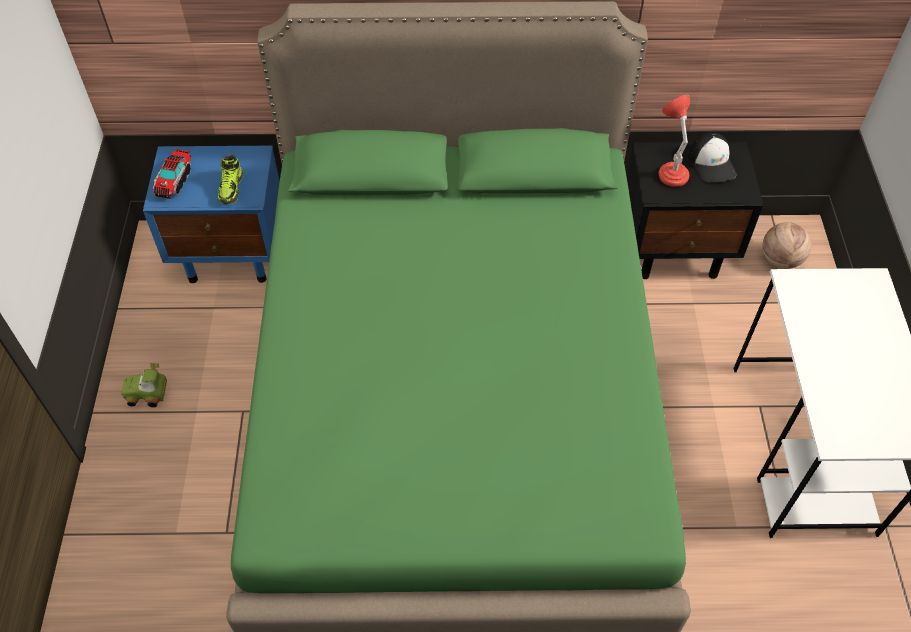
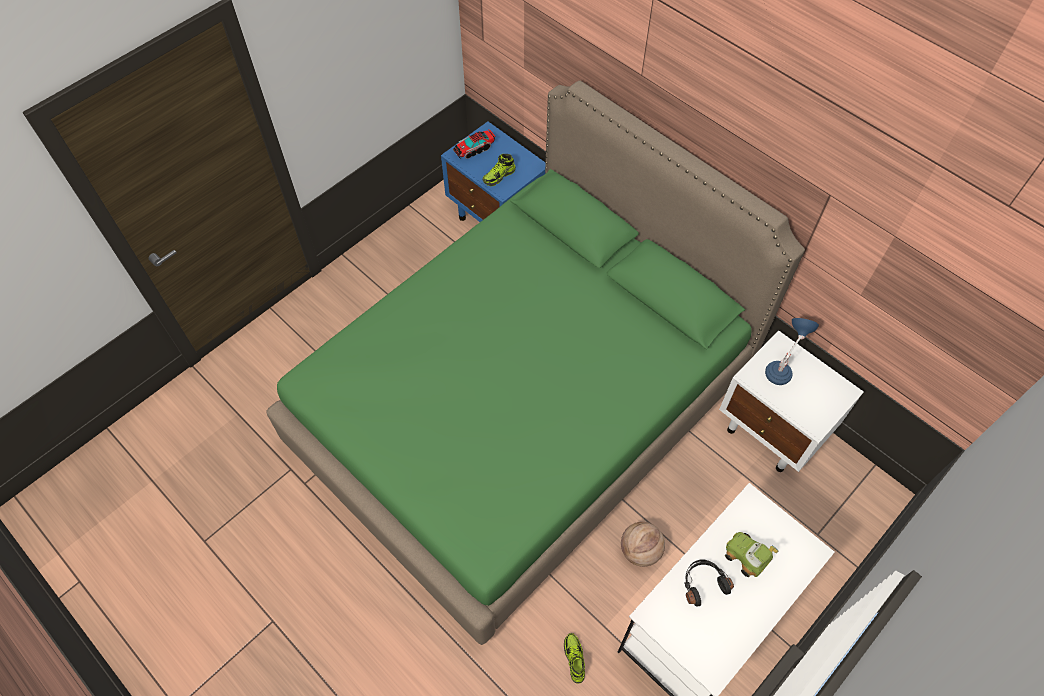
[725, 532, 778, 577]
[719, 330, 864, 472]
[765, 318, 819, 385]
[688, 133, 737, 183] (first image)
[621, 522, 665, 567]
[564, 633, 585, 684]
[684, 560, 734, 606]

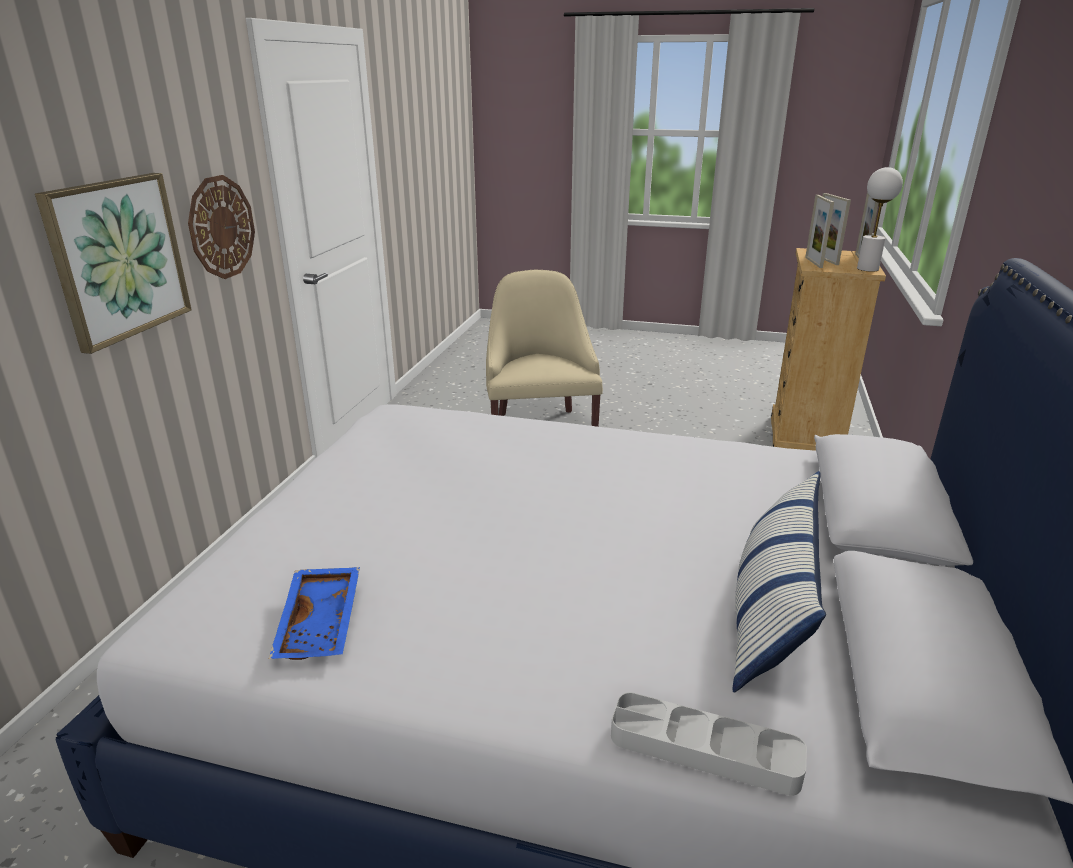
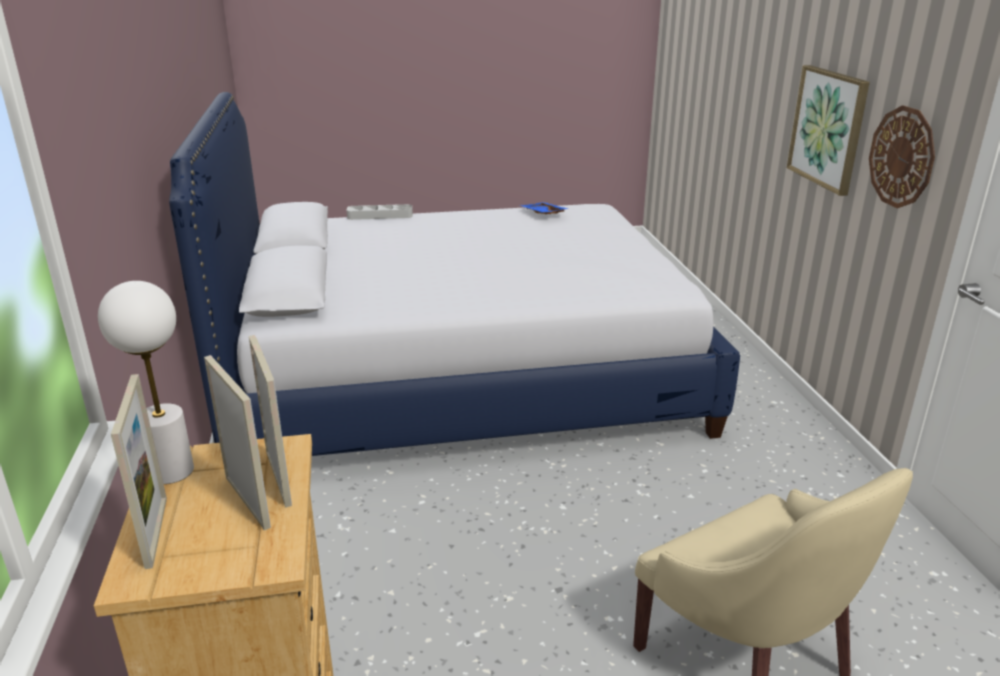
[733, 471, 826, 693] (first image)

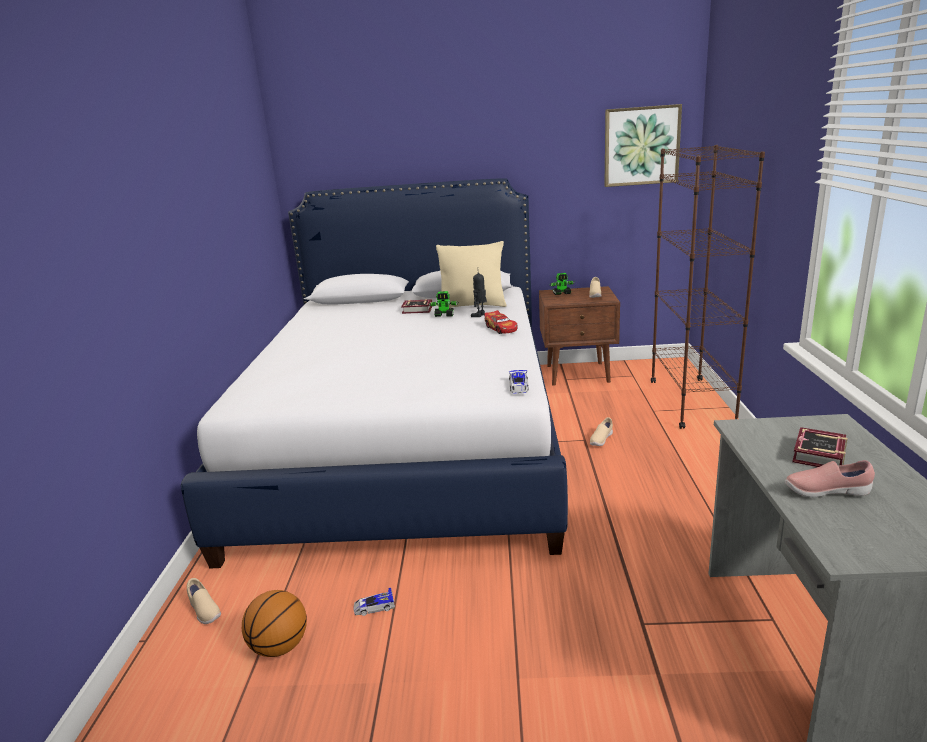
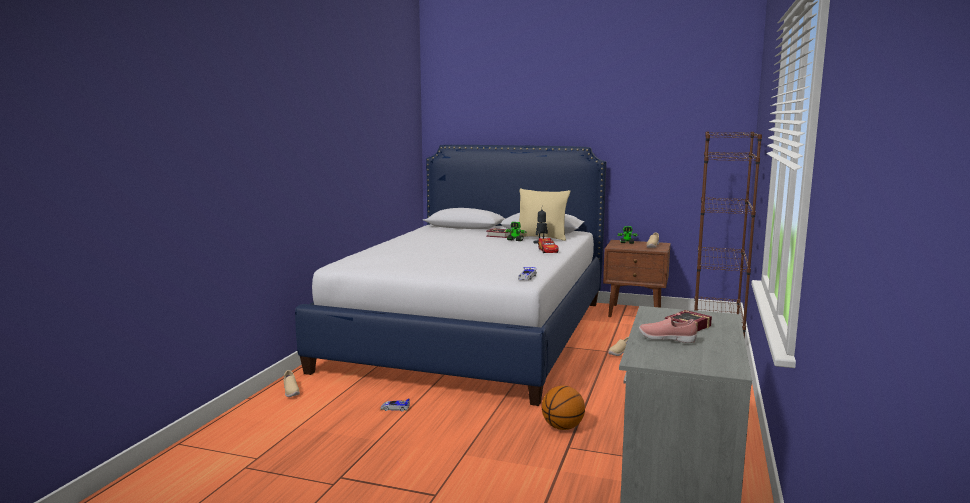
[542, 386, 585, 430]
[604, 104, 682, 187] (first image)

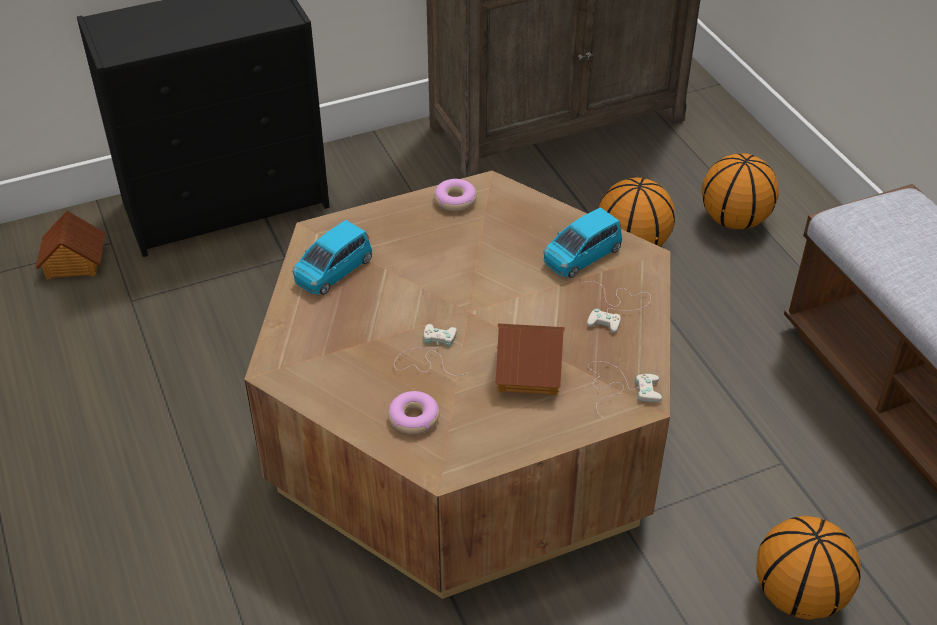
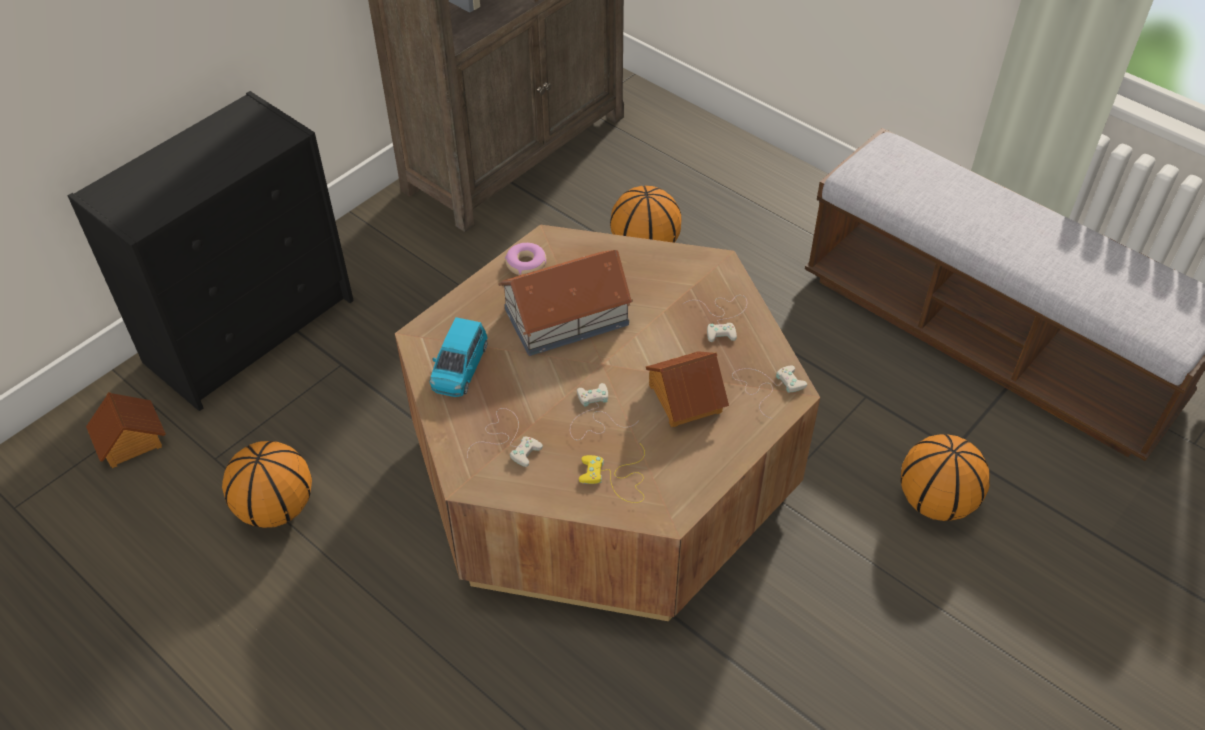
[579, 445, 645, 503]
[543, 207, 622, 278] (first image)
[222, 441, 312, 528]
[467, 408, 543, 467]
[498, 250, 633, 356]

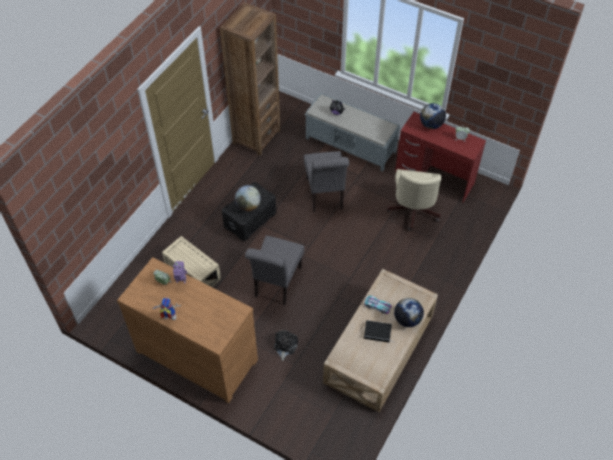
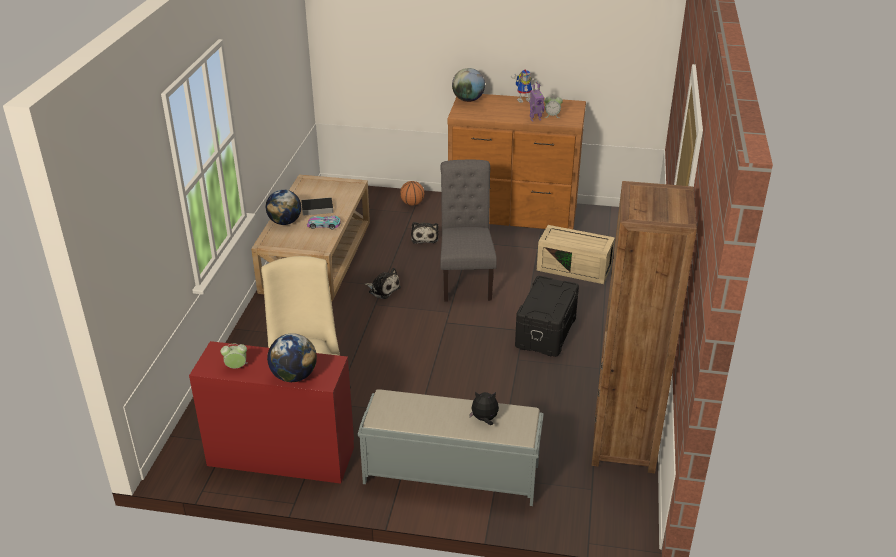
[452, 68, 485, 102]
[304, 151, 349, 212] (first image)
[365, 268, 401, 299]
[400, 181, 425, 206]

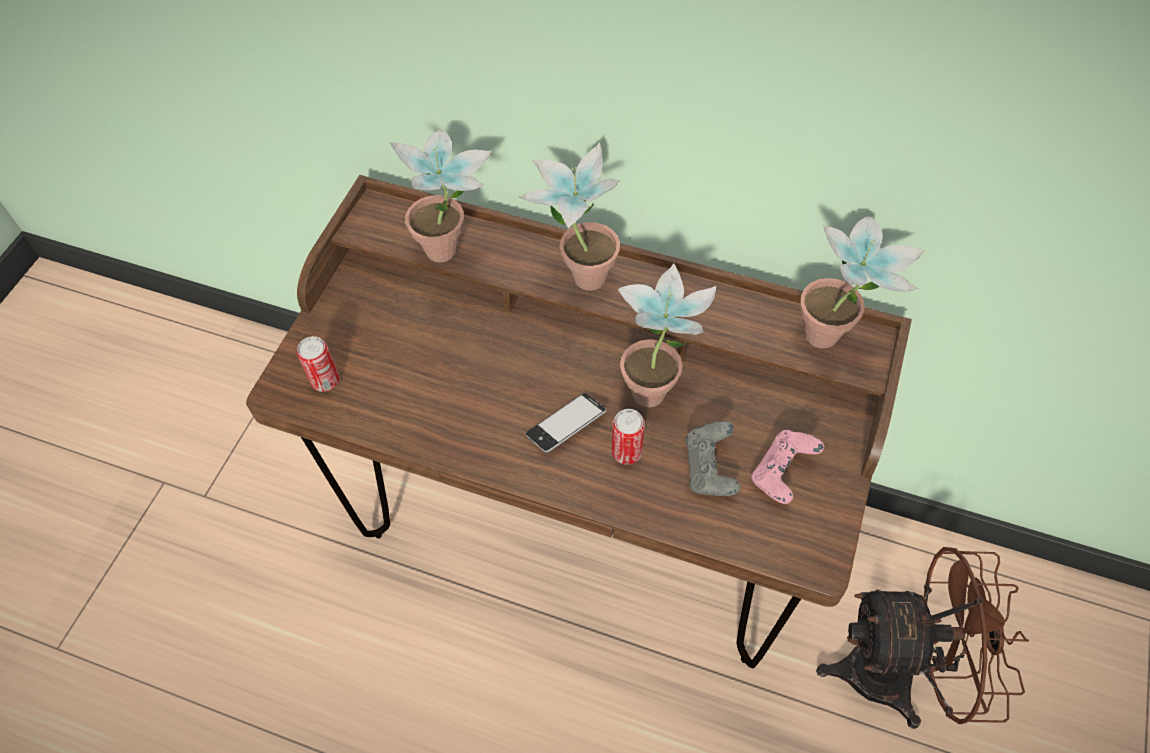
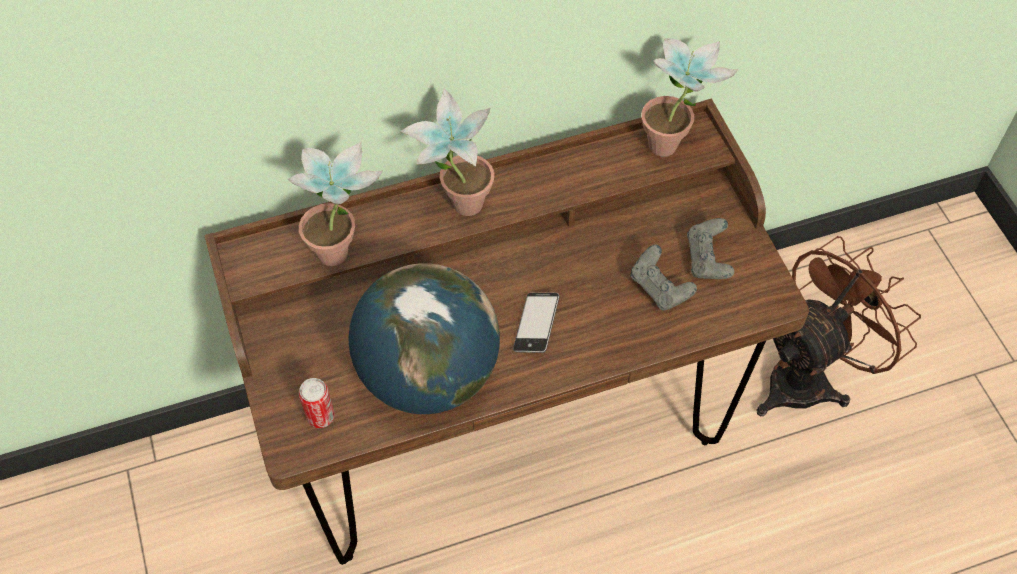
[612, 409, 645, 465] (first image)
[618, 264, 716, 407] (first image)
[687, 218, 734, 279]
[349, 263, 500, 414]

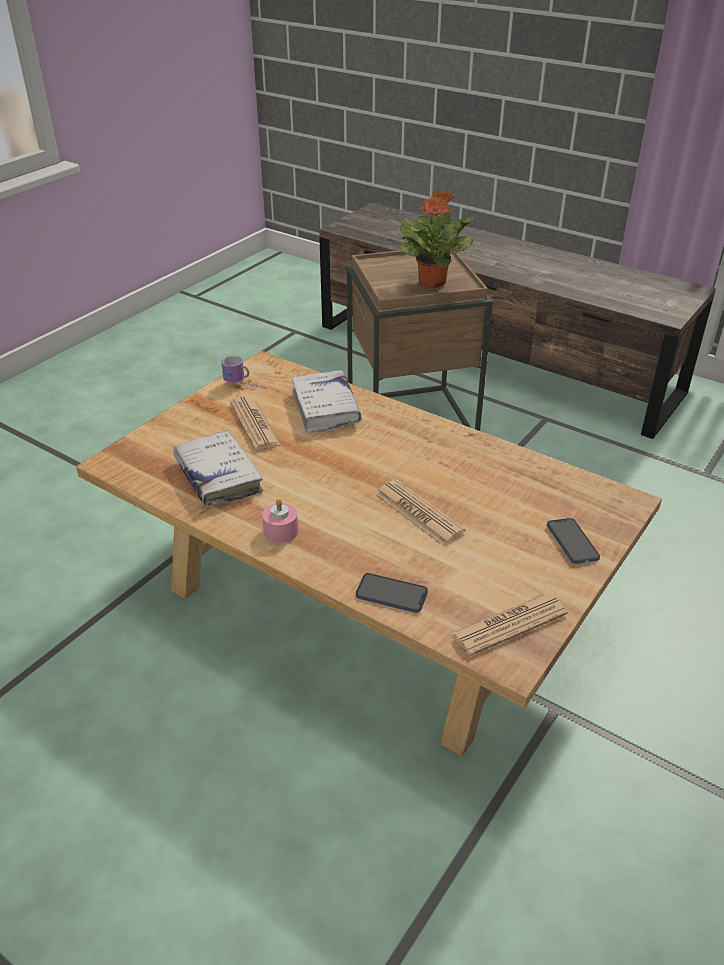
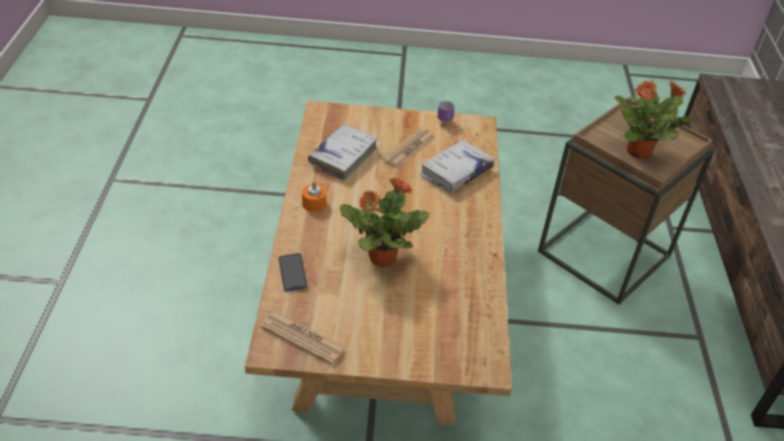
[302, 182, 326, 212]
[340, 178, 429, 267]
[547, 518, 600, 564] (first image)

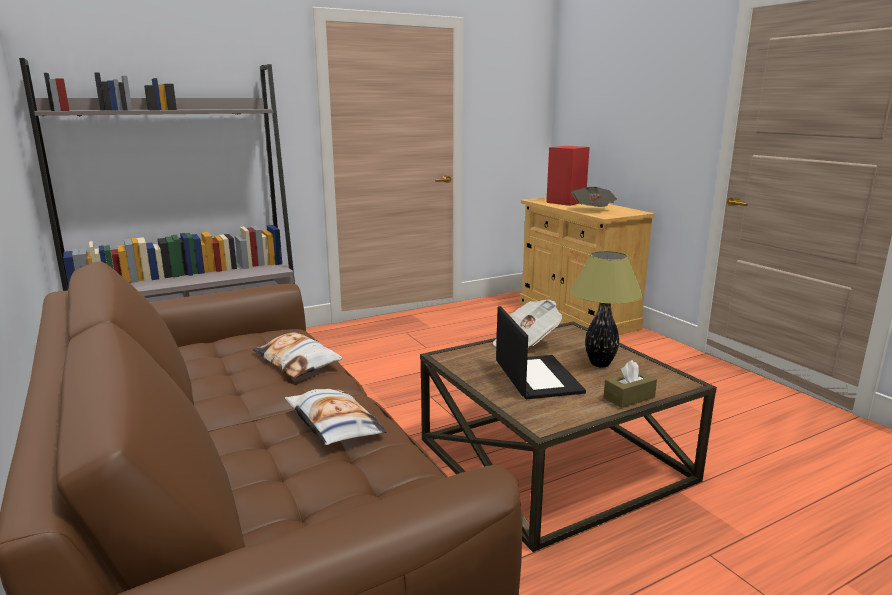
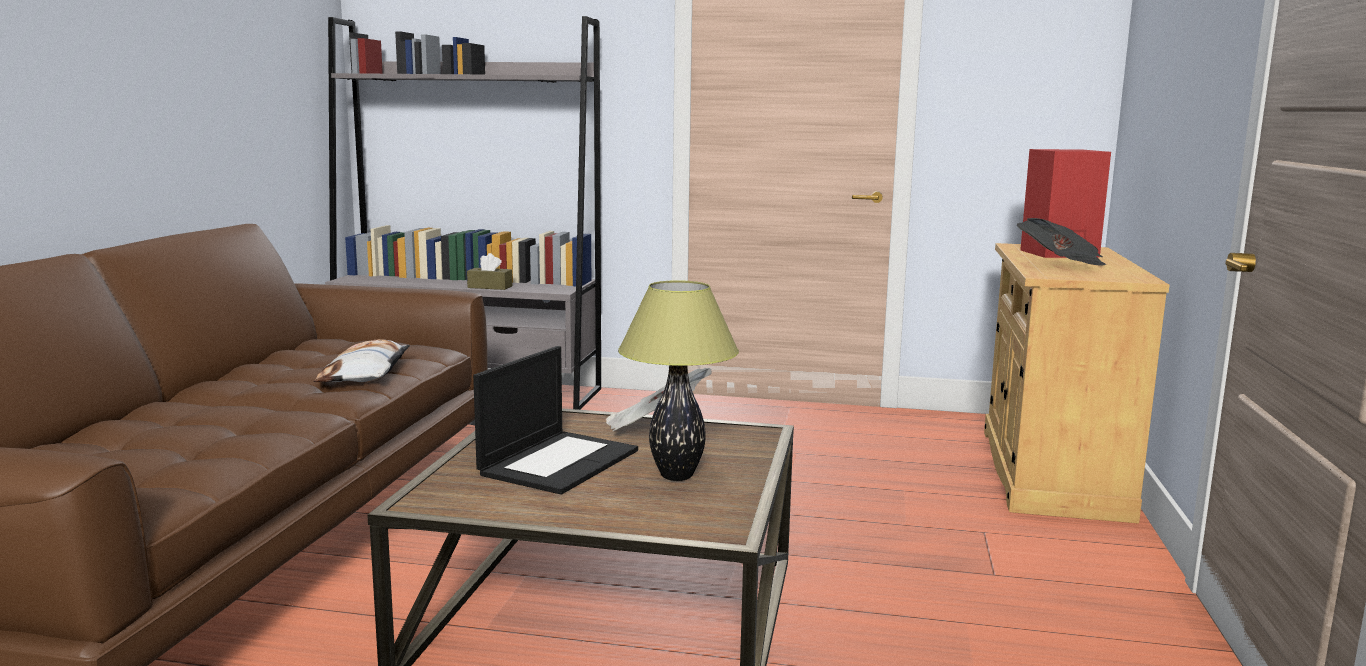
[285, 389, 387, 445] (first image)
[467, 253, 512, 290]

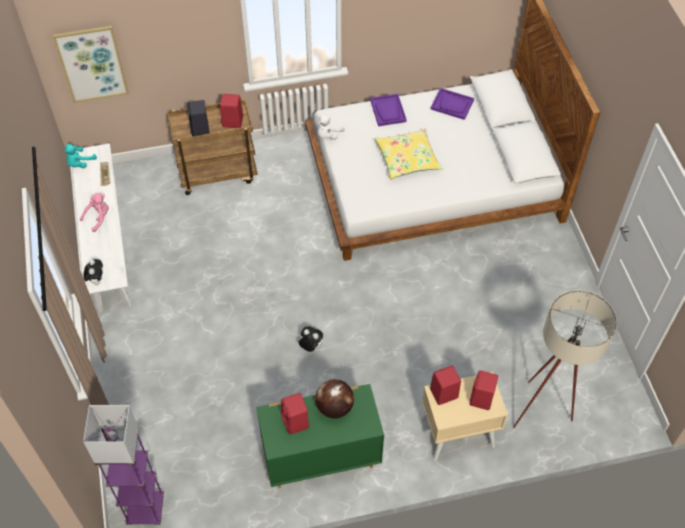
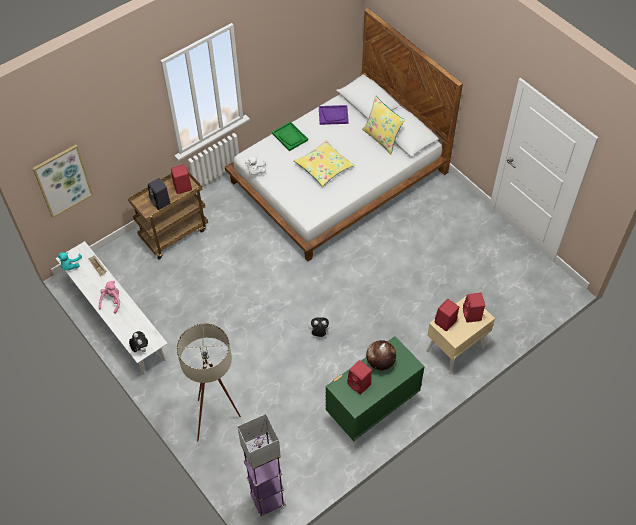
[272, 121, 308, 151]
[176, 323, 241, 442]
[362, 95, 405, 154]

